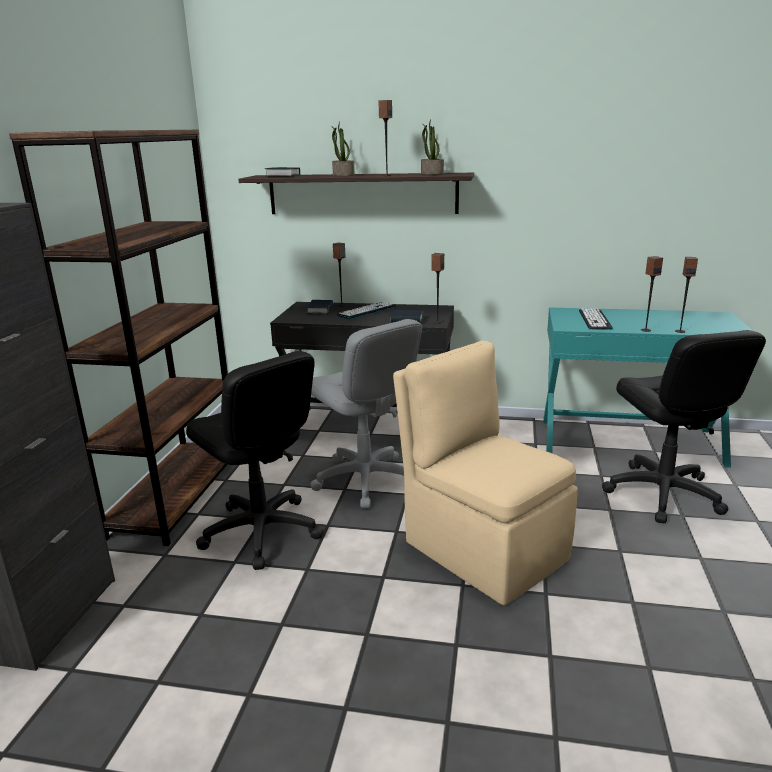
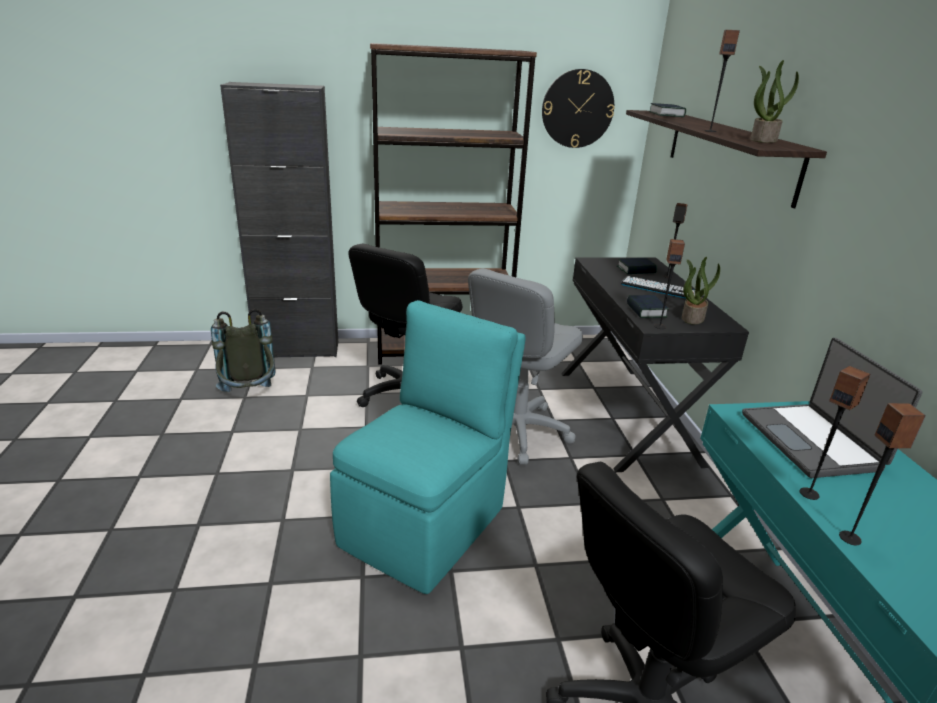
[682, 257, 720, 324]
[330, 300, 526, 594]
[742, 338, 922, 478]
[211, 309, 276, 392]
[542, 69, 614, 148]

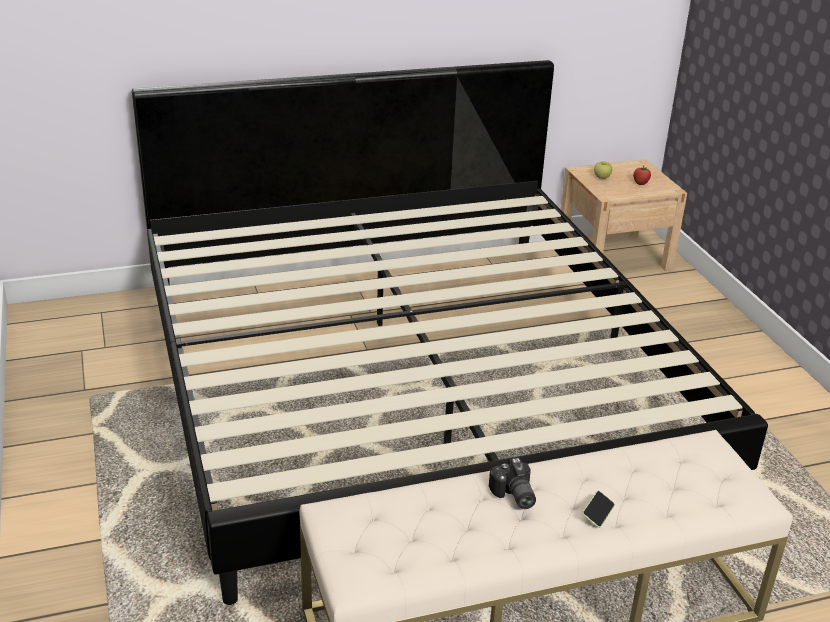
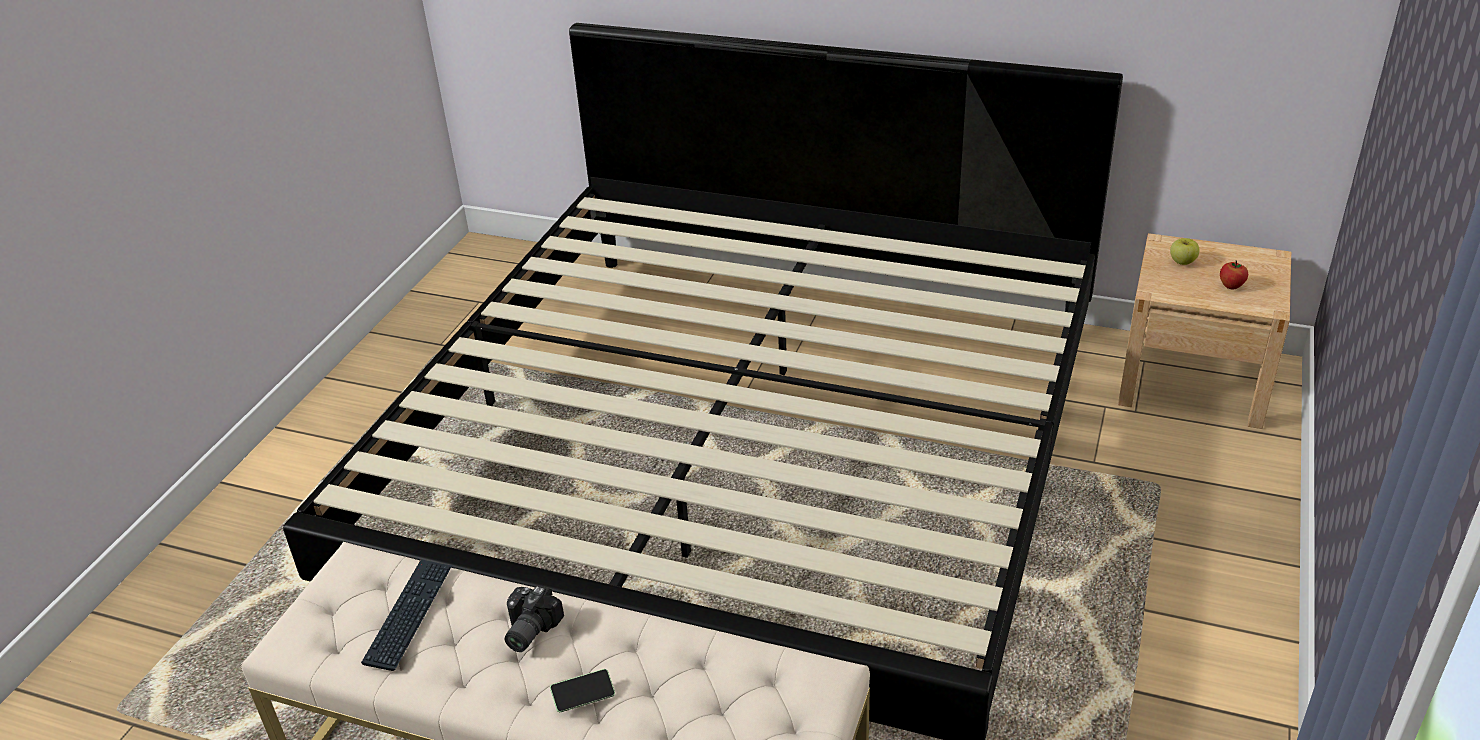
[361, 559, 452, 671]

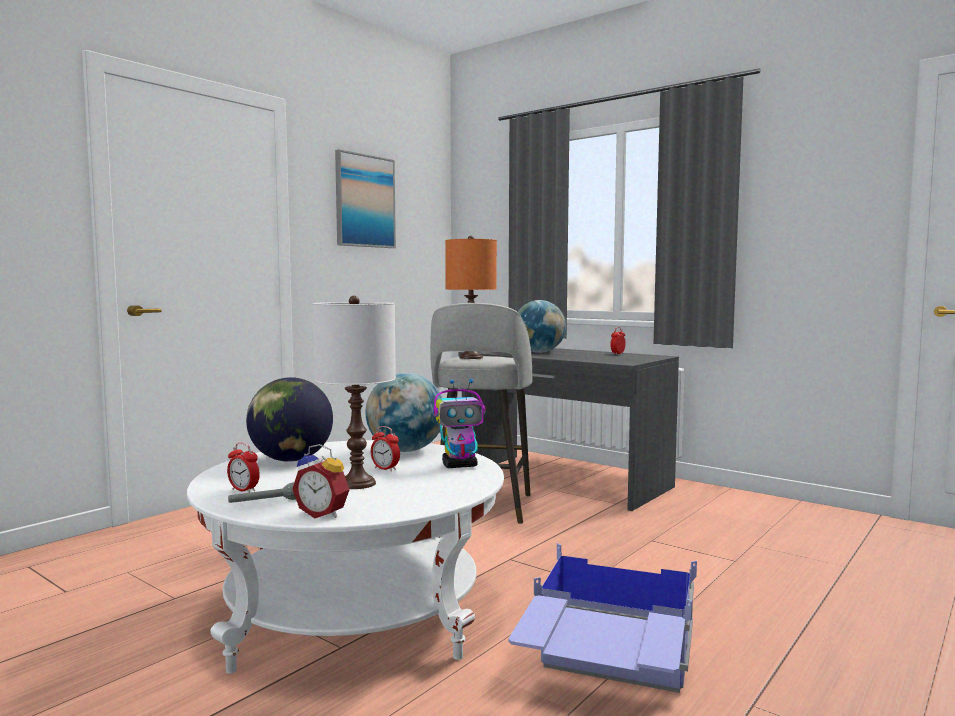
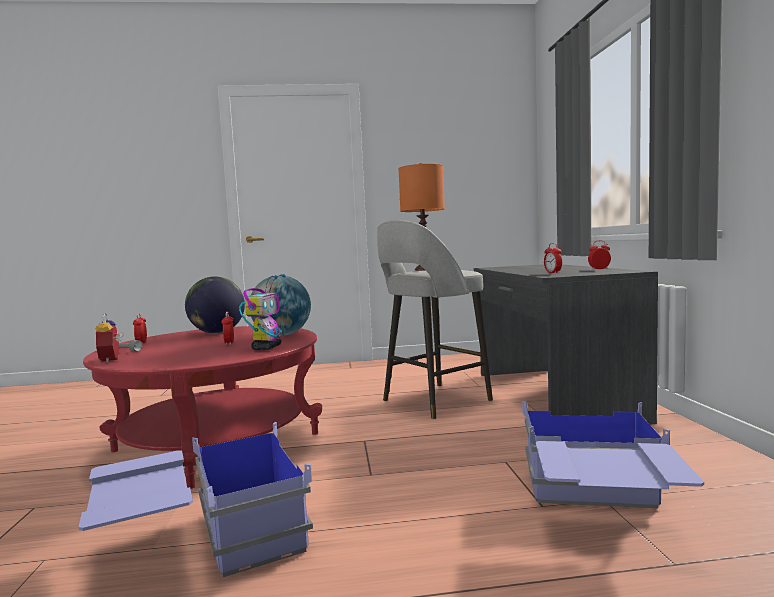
[83, 326, 322, 489]
[313, 296, 396, 489] (first image)
[335, 149, 396, 248] (first image)
[239, 274, 285, 350]
[518, 300, 566, 353] (first image)
[522, 401, 704, 508]
[544, 243, 562, 274]

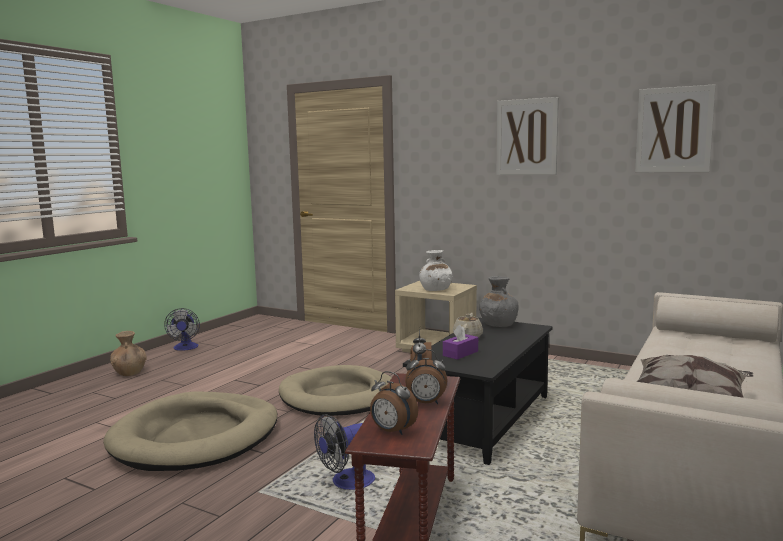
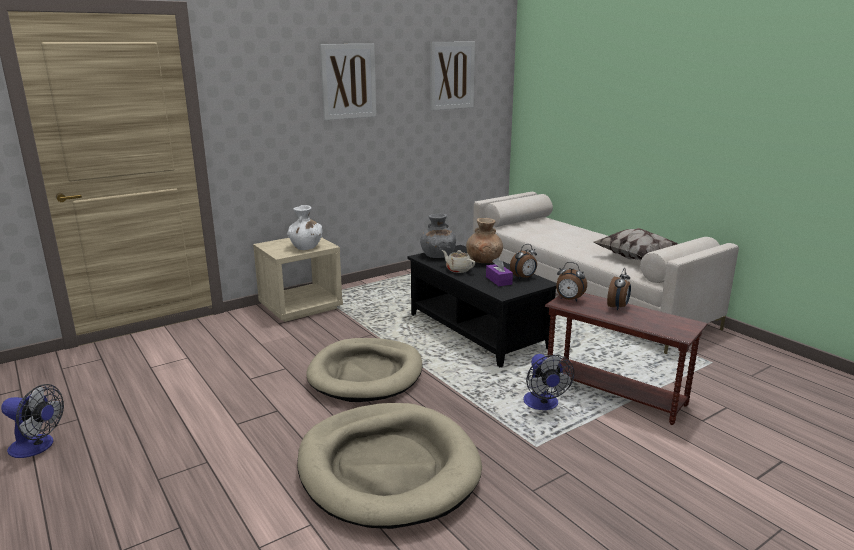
[466, 218, 503, 263]
[510, 244, 537, 279]

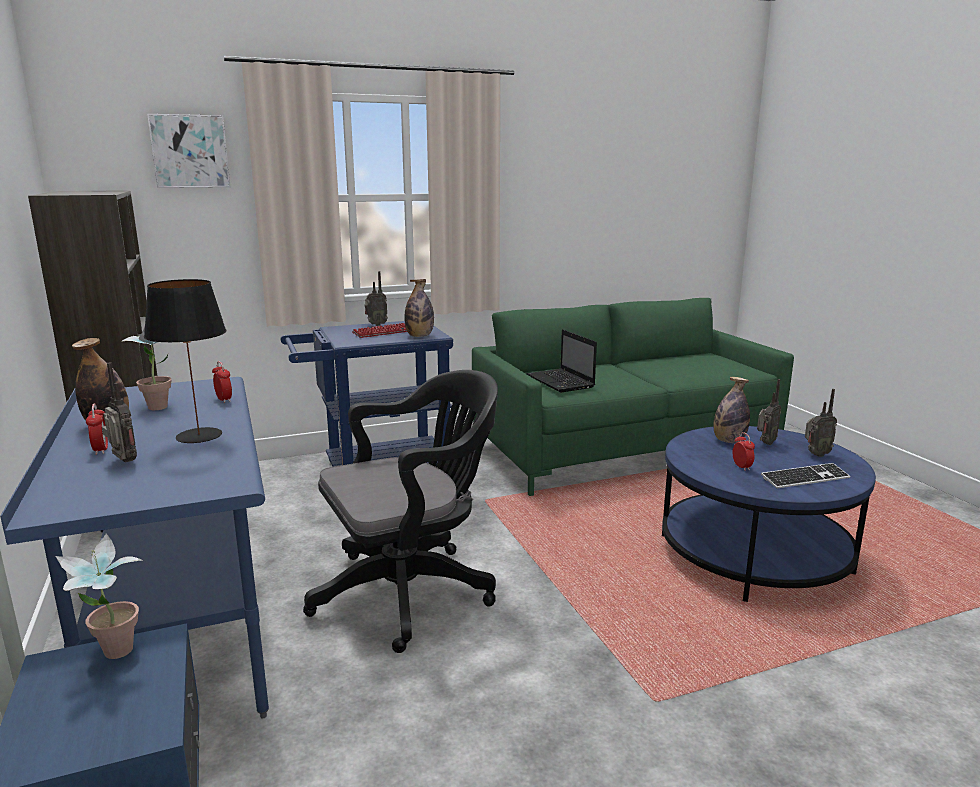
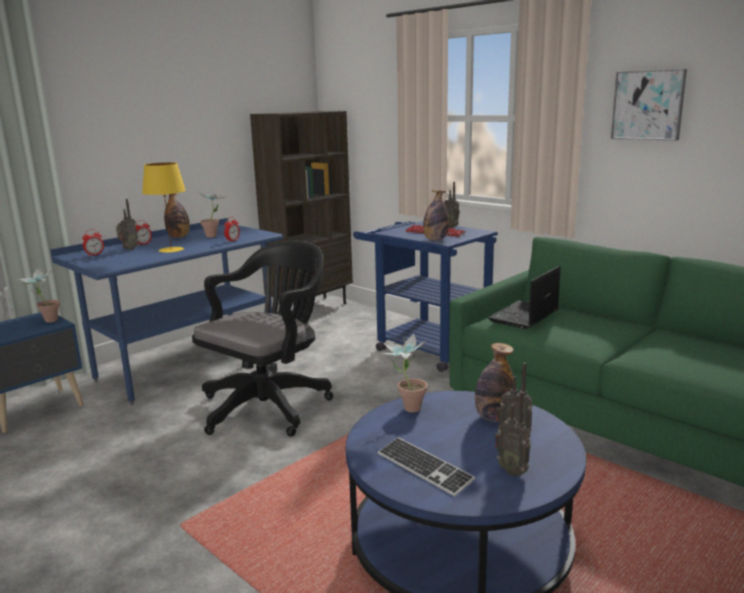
[142, 162, 186, 253]
[611, 69, 687, 141]
[192, 241, 333, 437]
[82, 229, 104, 256]
[381, 333, 427, 413]

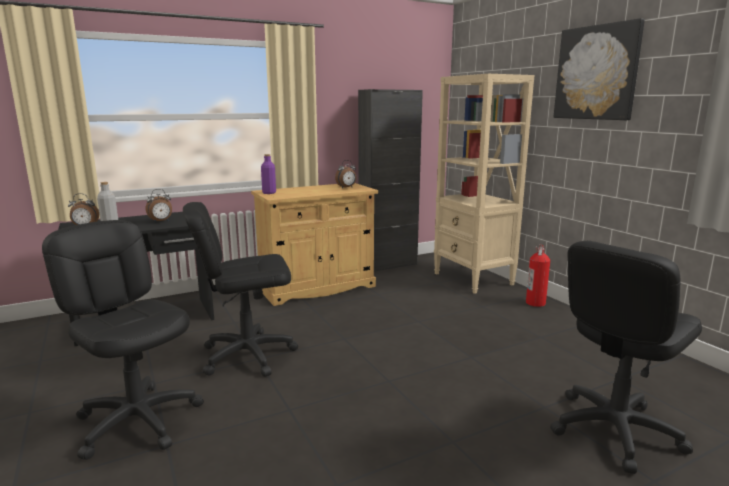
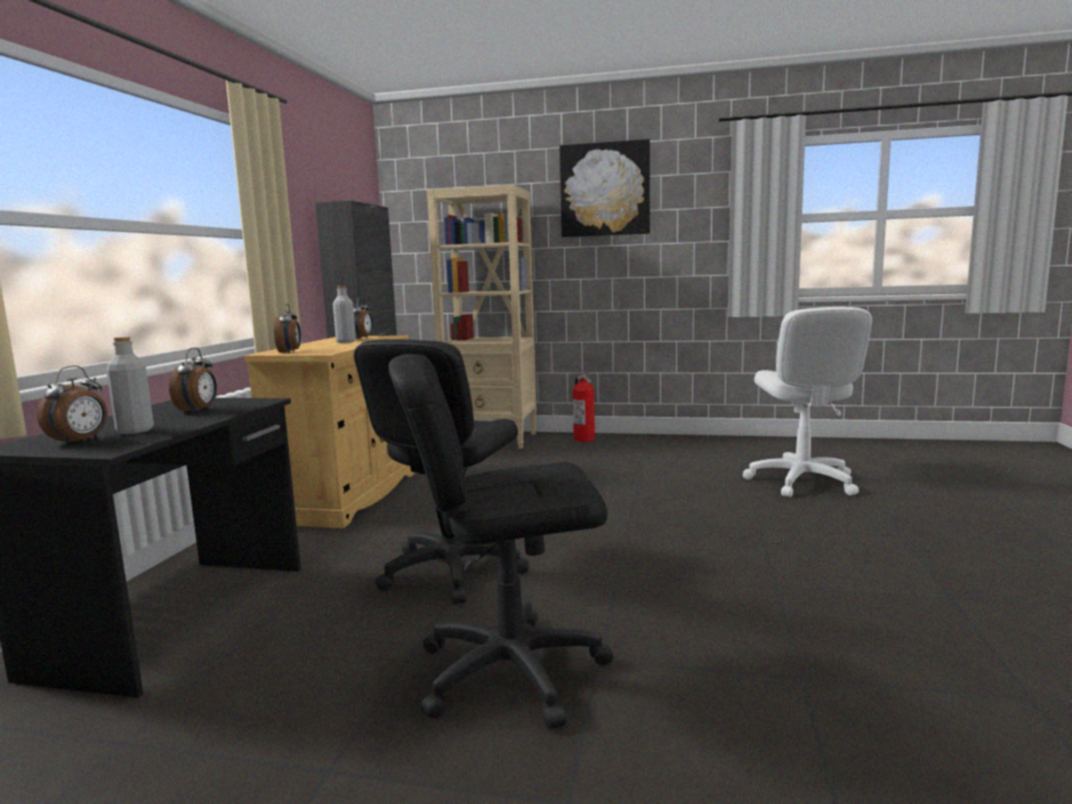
[274, 304, 301, 353]
[743, 307, 872, 497]
[333, 286, 356, 343]

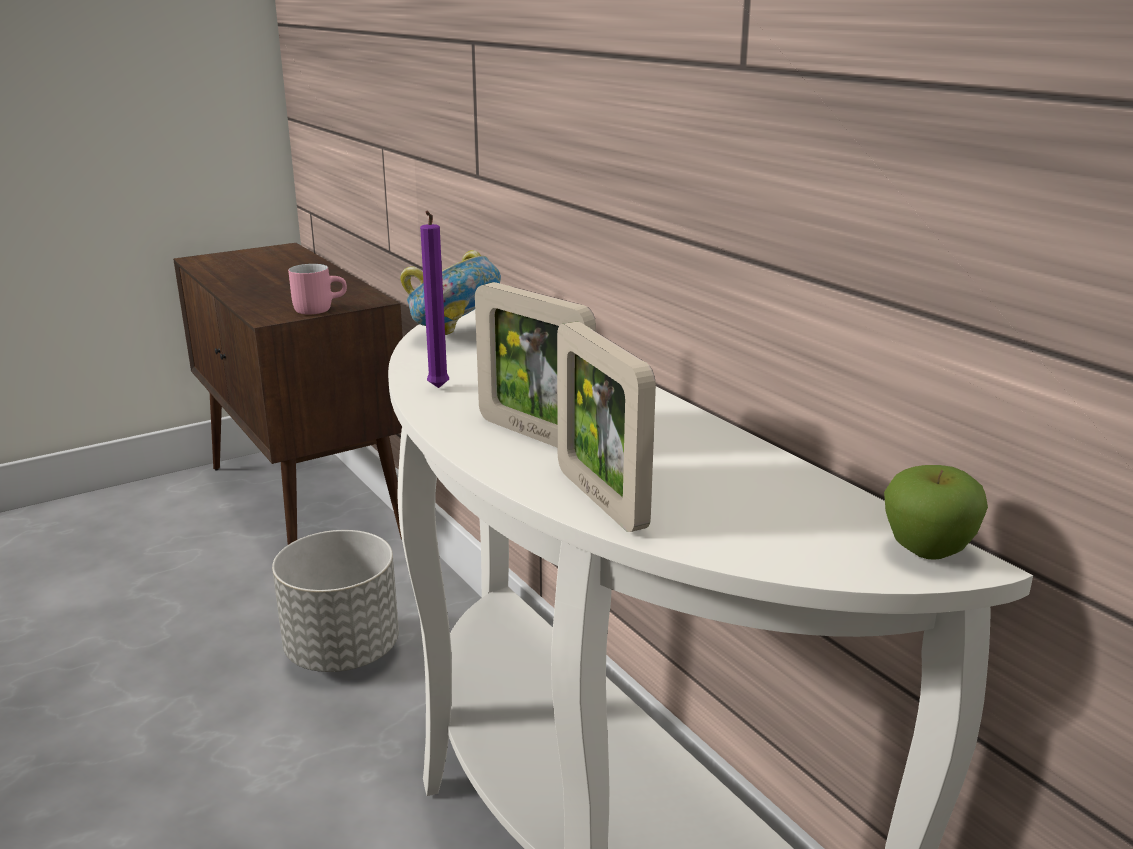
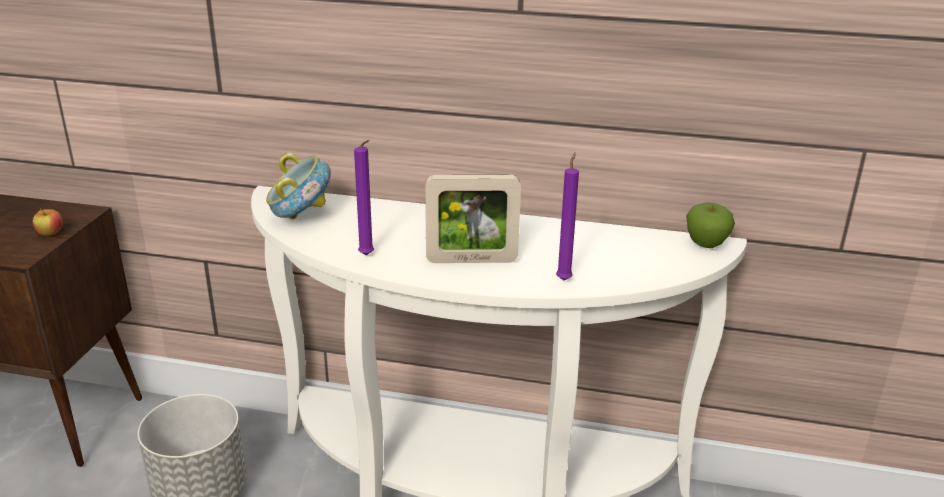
[33, 208, 63, 236]
[556, 152, 579, 280]

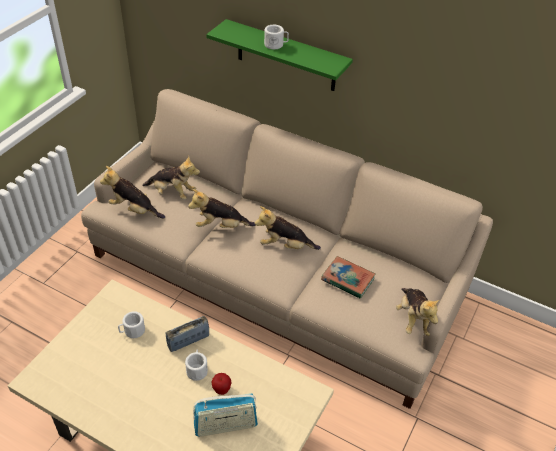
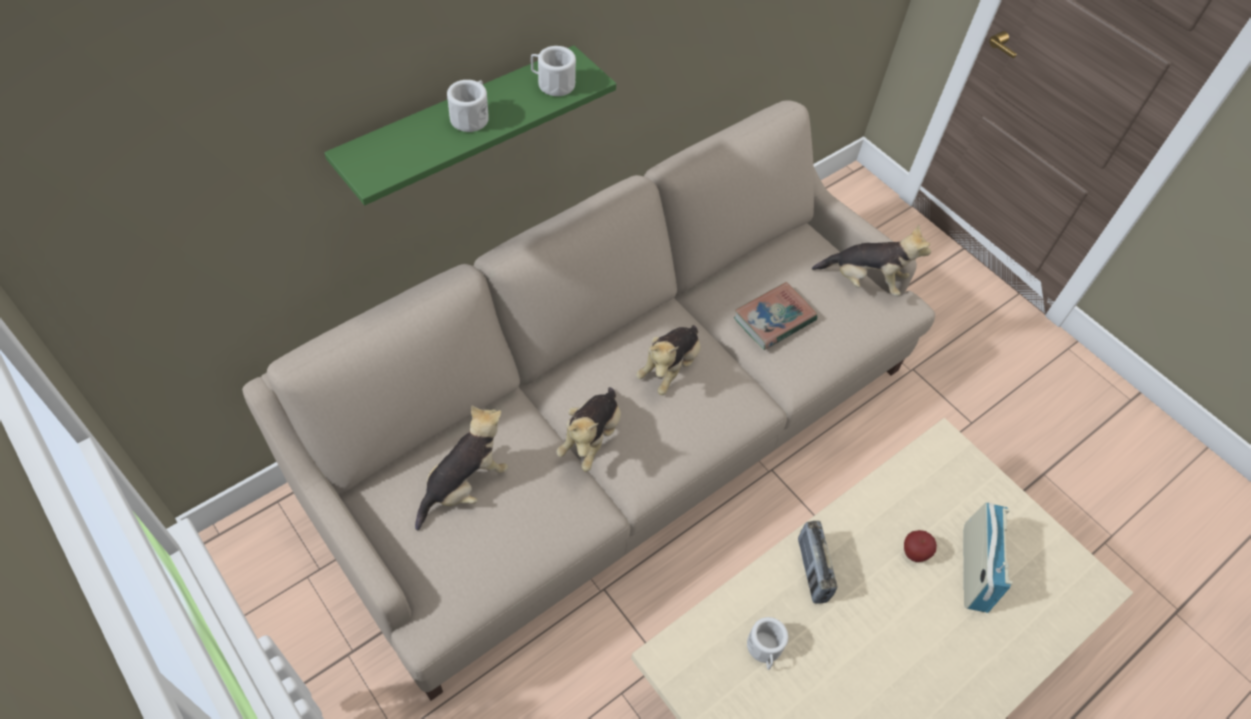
[100, 166, 165, 219] (first image)
[531, 46, 576, 96]

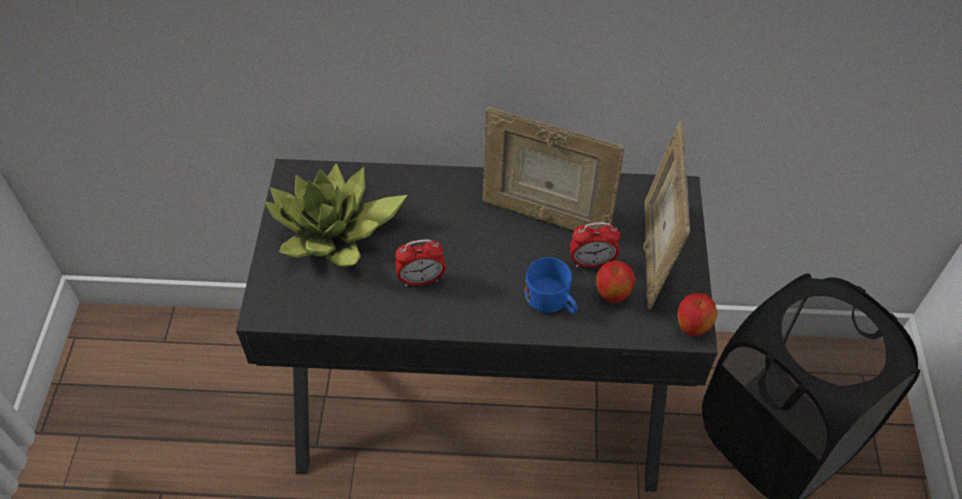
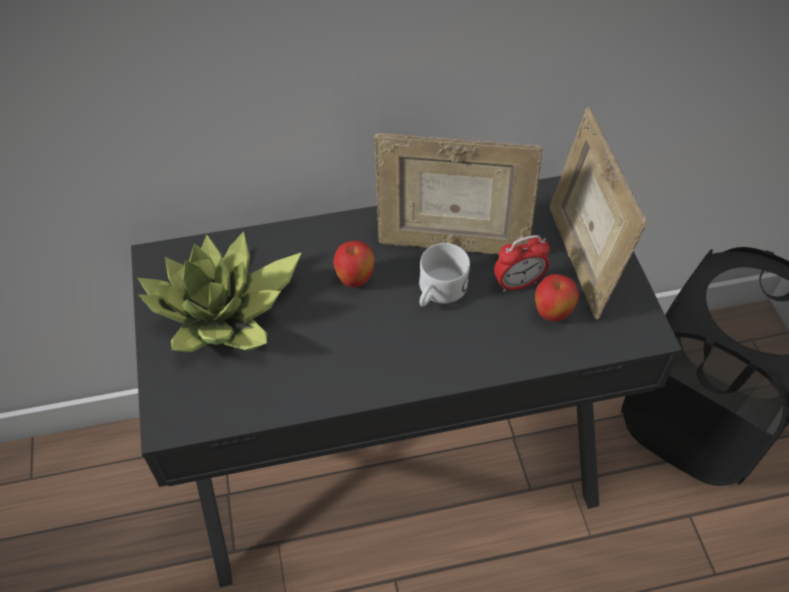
[395, 239, 446, 287] (first image)
[525, 257, 578, 313] (first image)
[333, 241, 375, 287]
[419, 243, 470, 307]

